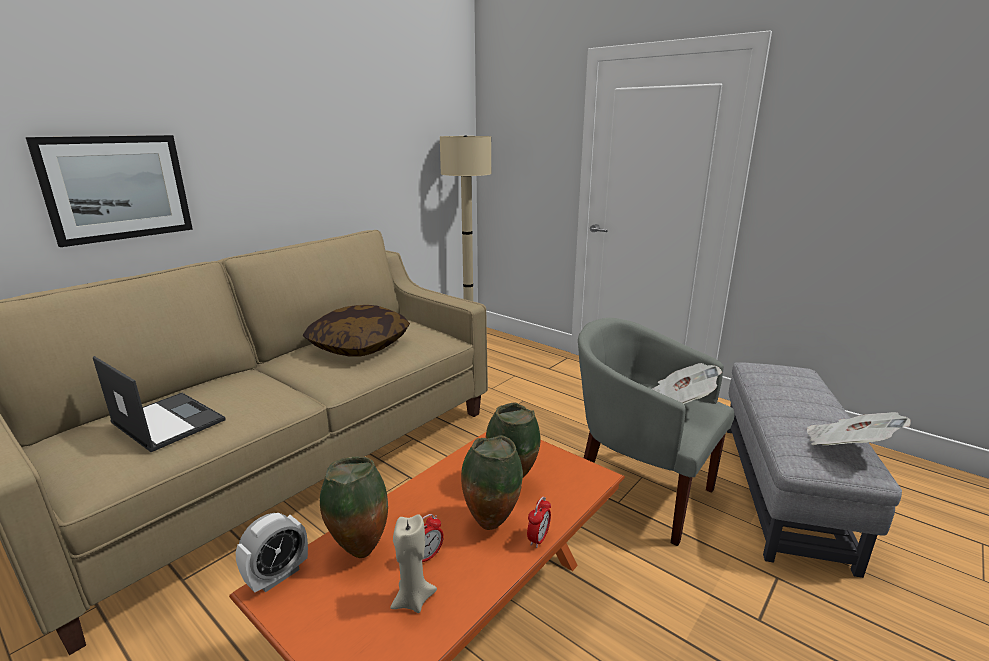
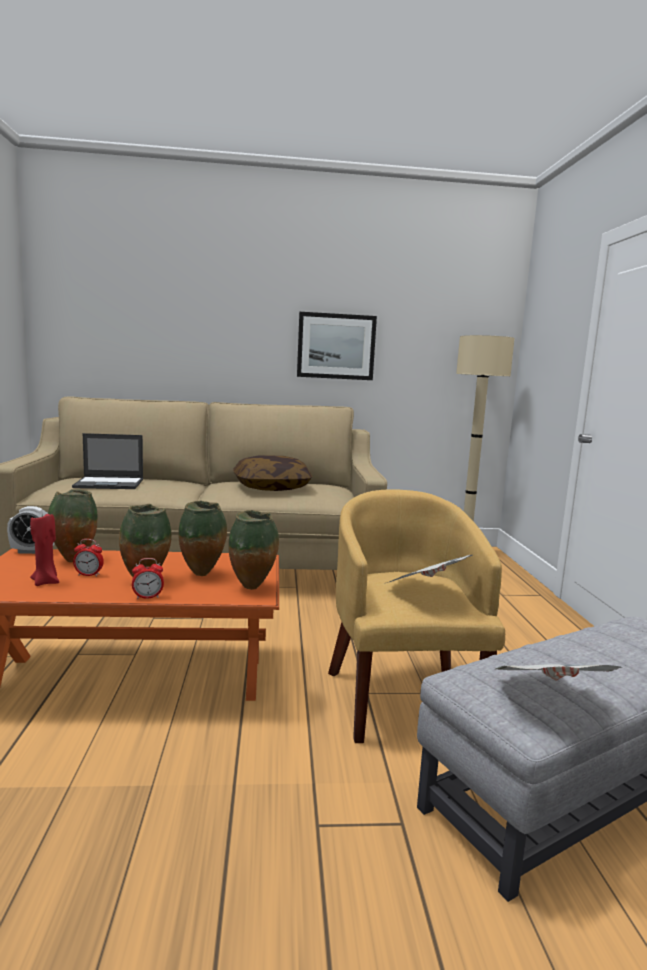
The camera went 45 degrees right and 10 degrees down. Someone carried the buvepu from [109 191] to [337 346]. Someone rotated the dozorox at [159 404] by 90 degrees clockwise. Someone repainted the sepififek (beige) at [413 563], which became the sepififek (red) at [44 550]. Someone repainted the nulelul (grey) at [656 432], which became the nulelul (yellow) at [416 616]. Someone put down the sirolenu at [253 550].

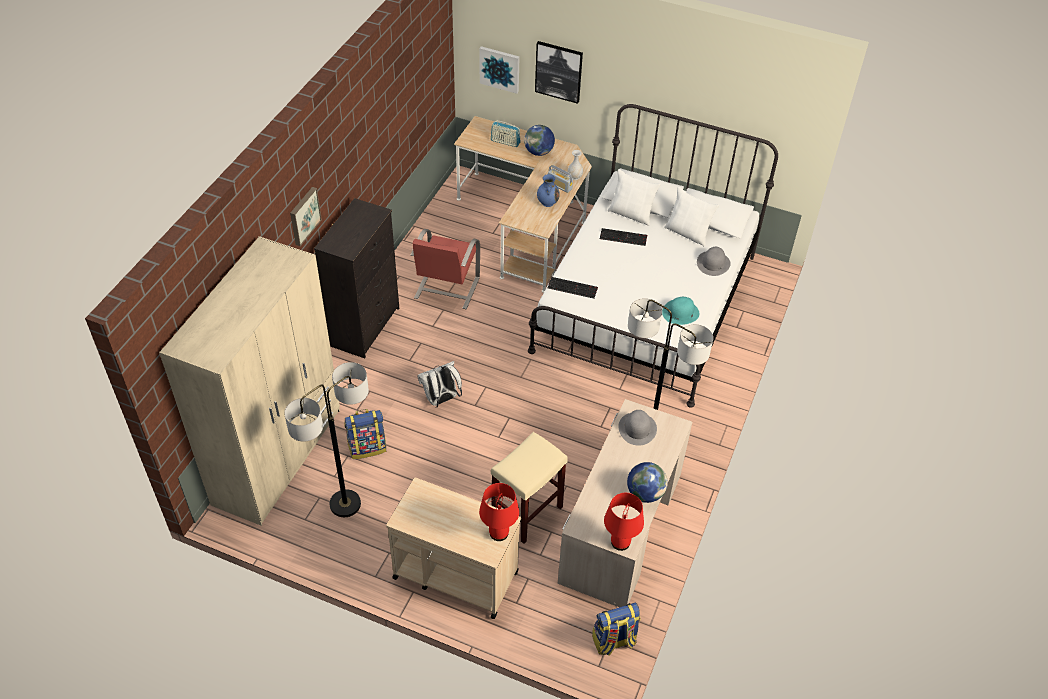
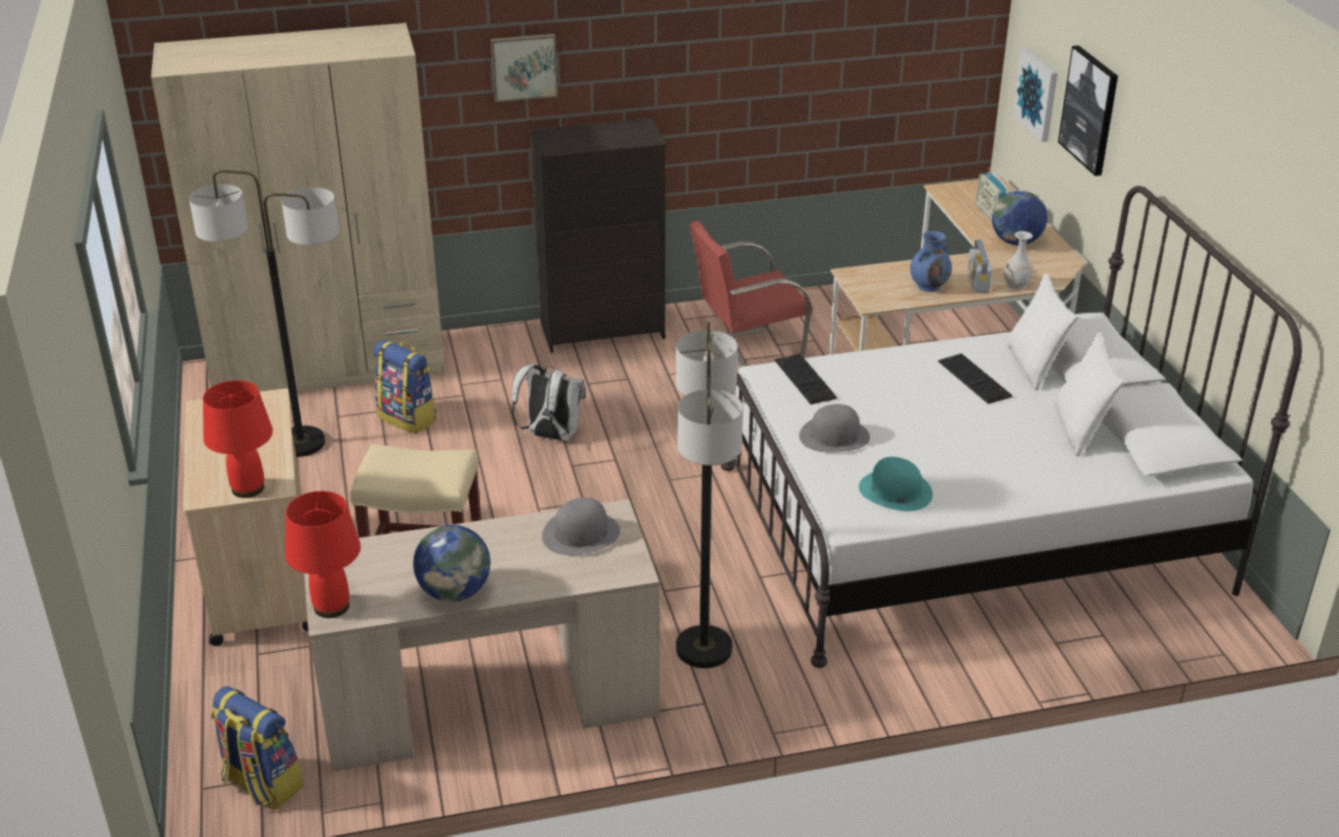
The camera went 55 degrees right and 15 degrees down. Someone carried the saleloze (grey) from [714 261] to [834 428].

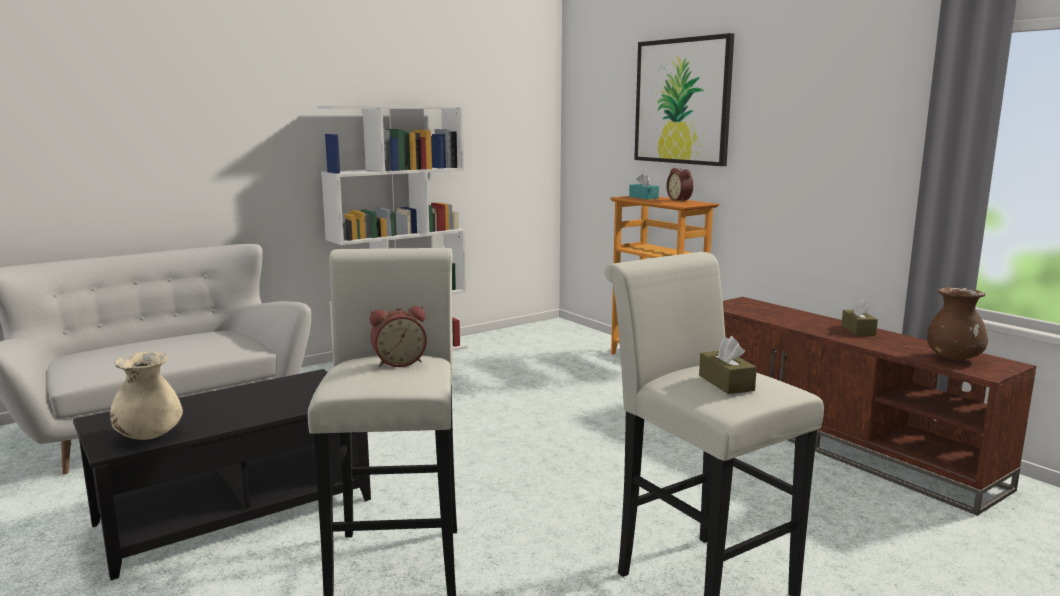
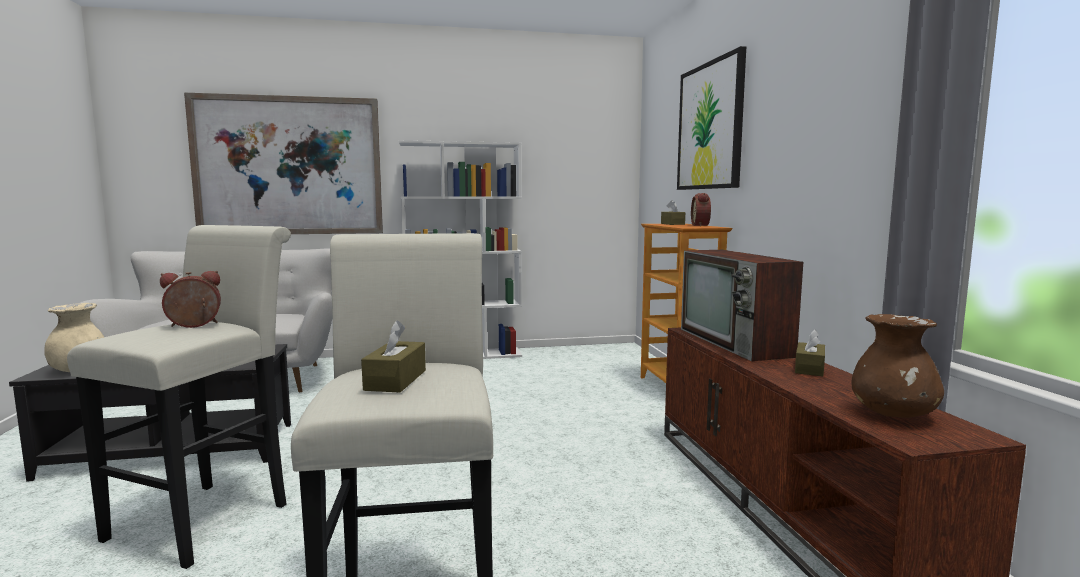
The camera went 25 degrees right and 5 degrees down. Someone rotated the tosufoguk at [398 336] by 150 degrees clockwise. Someone repainted the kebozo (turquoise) at [644 186], which became the kebozo (brown) at [673 212]. Someone put up the buvepu at [283 163]. Someone put down the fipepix at [742 305].

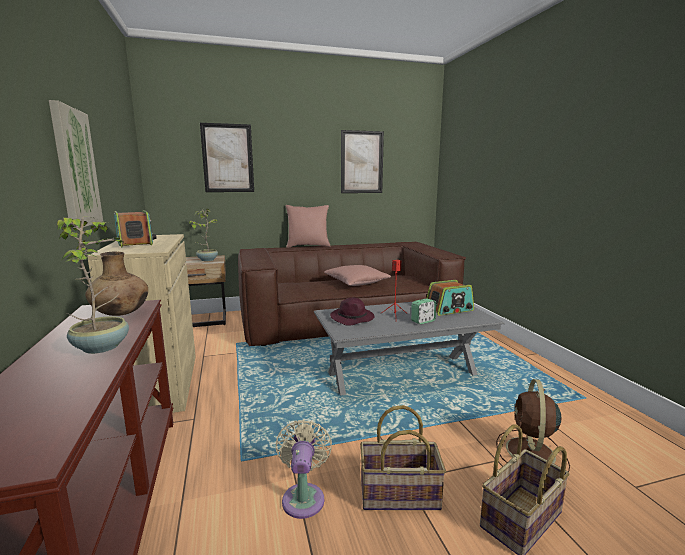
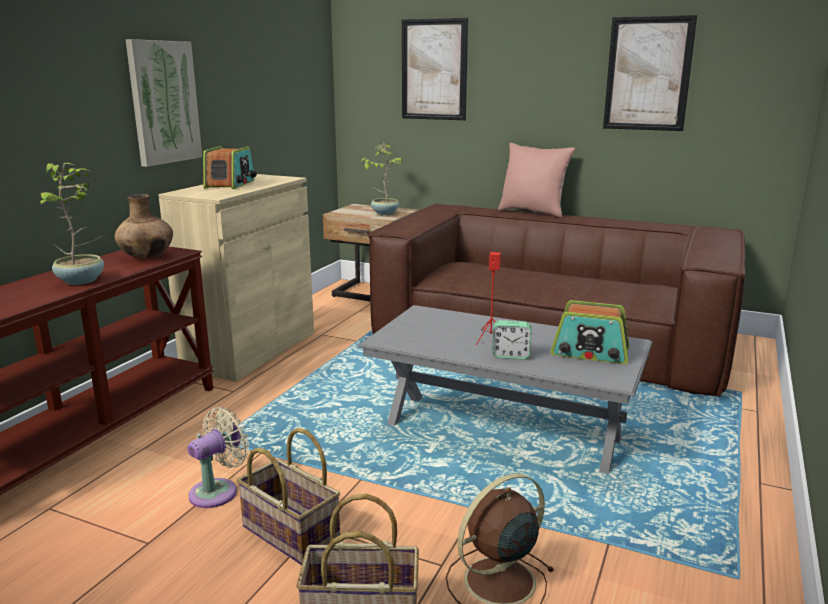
The camera went 40 degrees right and 5 degrees up. Someone took away the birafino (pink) at [357 275]. Someone took away the saleloze (purple) at [352 312].

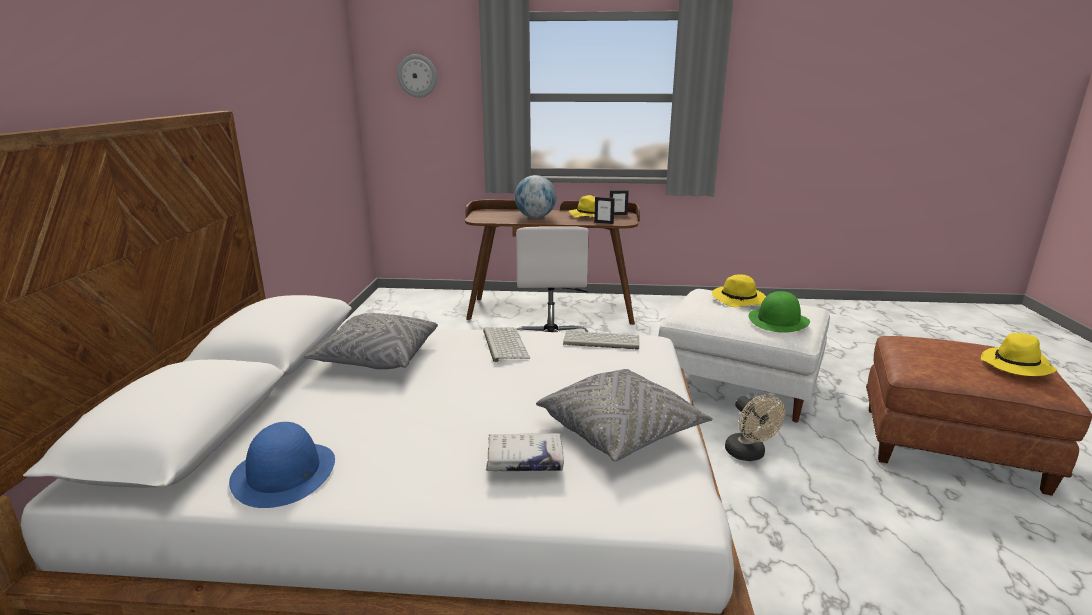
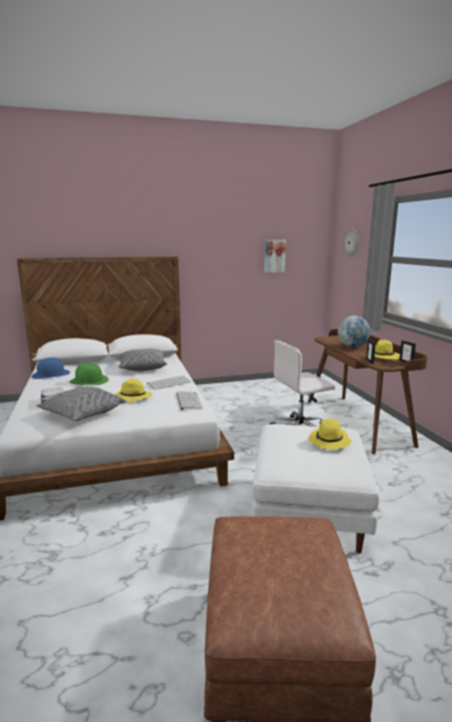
The camera went 70 degrees right and 5 degrees down. Someone took away the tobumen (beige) at [755 427]. Someone carried the saleloze (green) from [779 312] to [89 374]. Someone carried the saleloze (yellow) from [1019 354] to [133 391]. Someone put up the buvepu at [275 256].

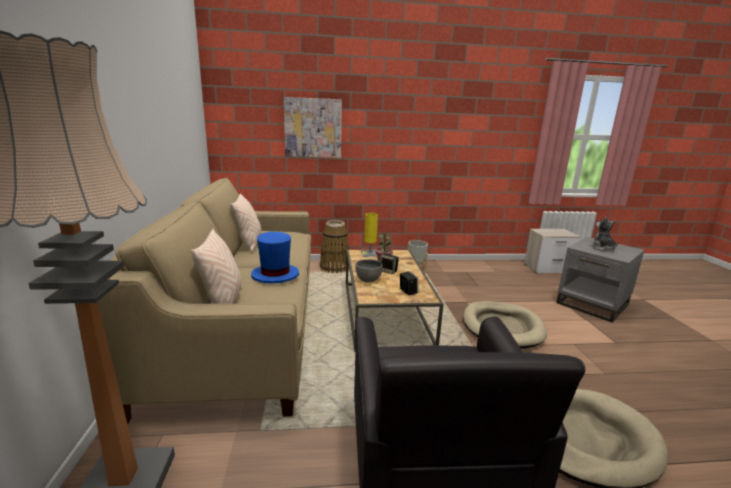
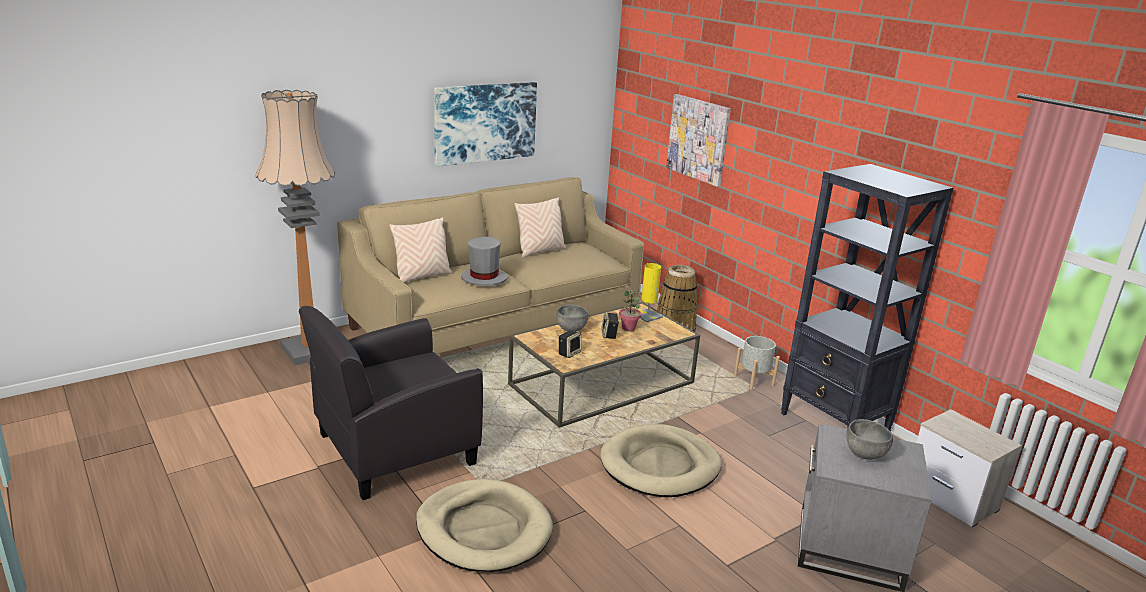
The camera went 60 degrees right and 5 degrees up. Someone repainted the saleloze (blue) at [275 258], which became the saleloze (grey) at [484 261]. Someone swapped the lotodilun at [603 234] for the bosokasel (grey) at [869 439]. Someone put up the buvepu at [485 124]. Someone put down the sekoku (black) at [867 297].

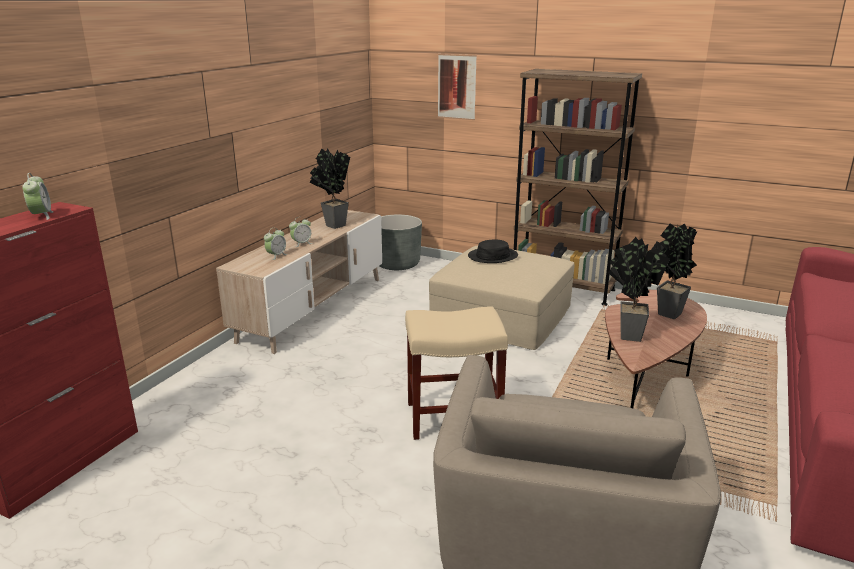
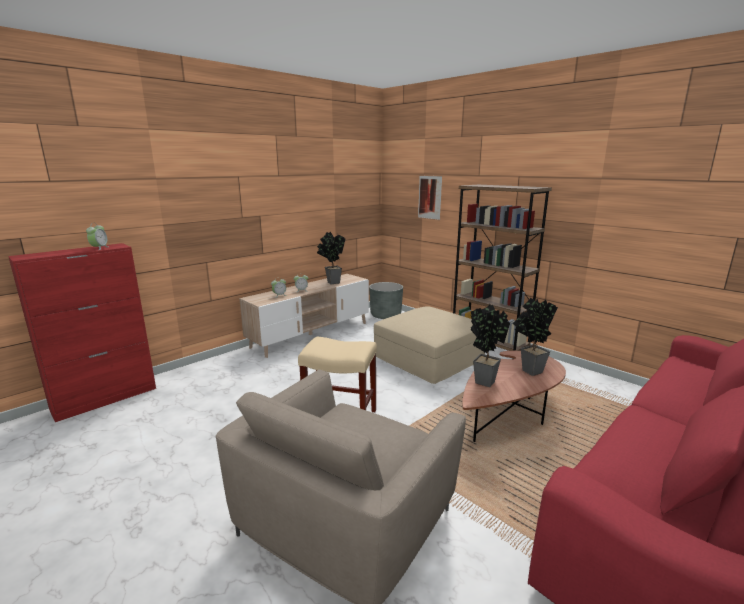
The camera went 20 degrees right and 5 degrees down. Someone took away the saleloze (black) at [493 251].

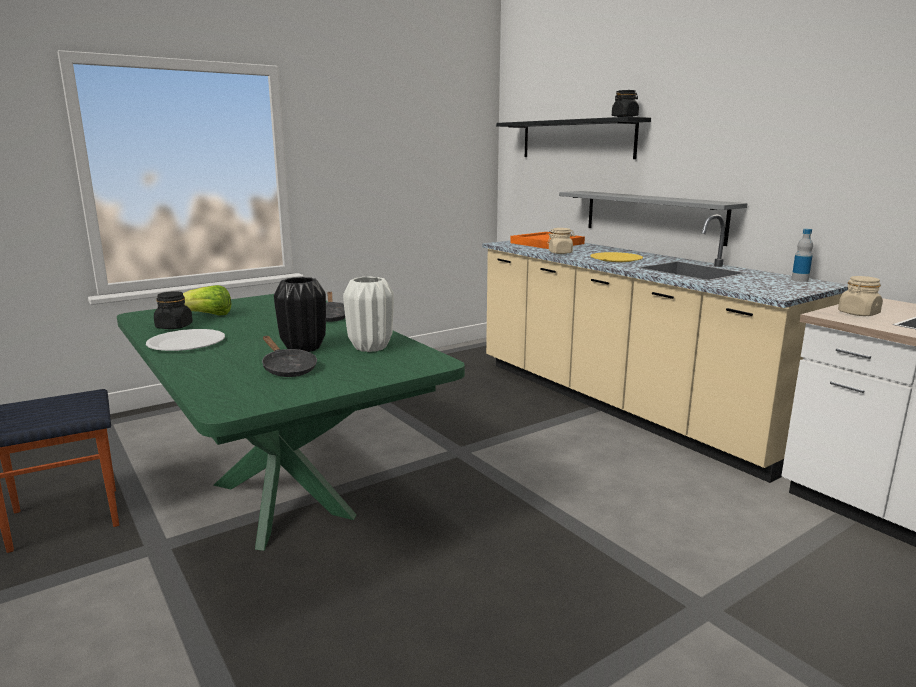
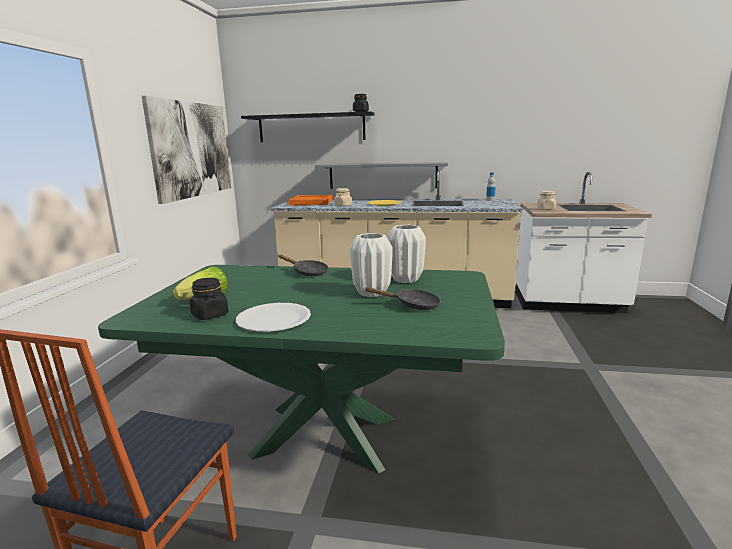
The camera went 45 degrees left and 0 degrees up. Someone repainted the sirolenu (black) at [300 314], which became the sirolenu (white) at [371 265]. Someone put up the buvepu at [186 150].

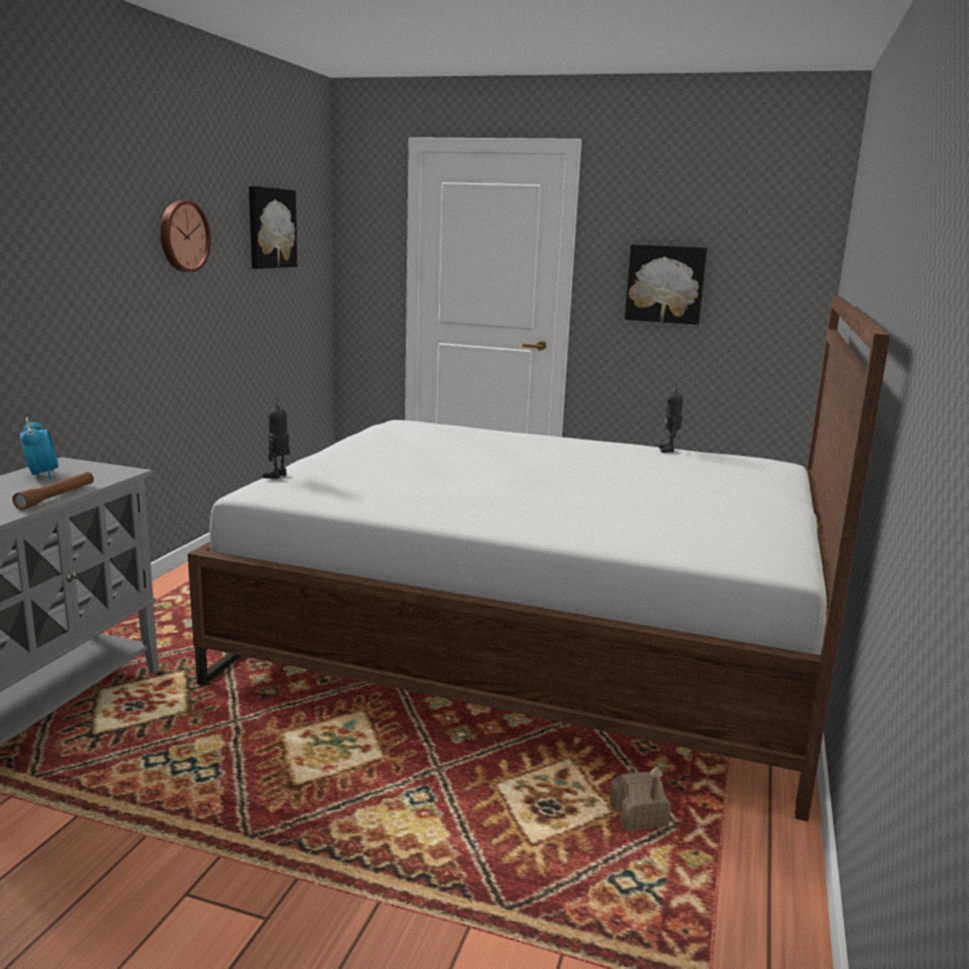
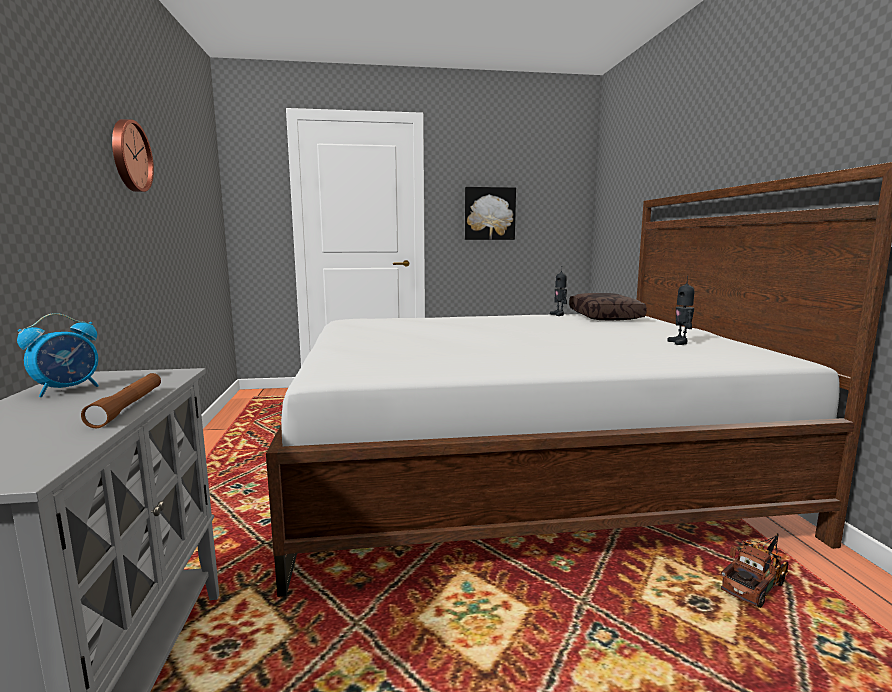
The camera went 25 degrees left and 5 degrees down. Someone rotated the tosufoguk at [39 448] by 90 degrees clockwise. Someone took away the buvepu at [273 227]. Someone carried the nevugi from [276 438] to [680 310]. Someone swapped the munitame at [640 798] for the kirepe at [754 570]. Someone put down the birafino (brown) at [608 307].

